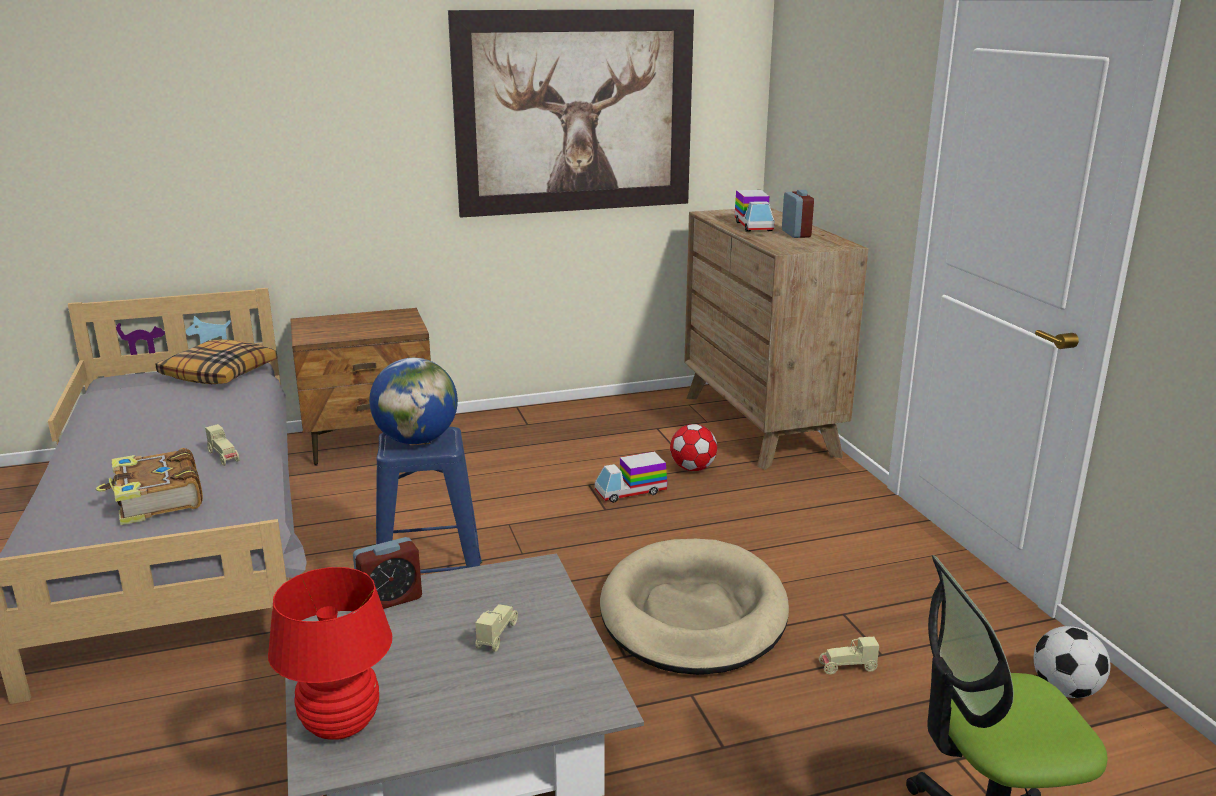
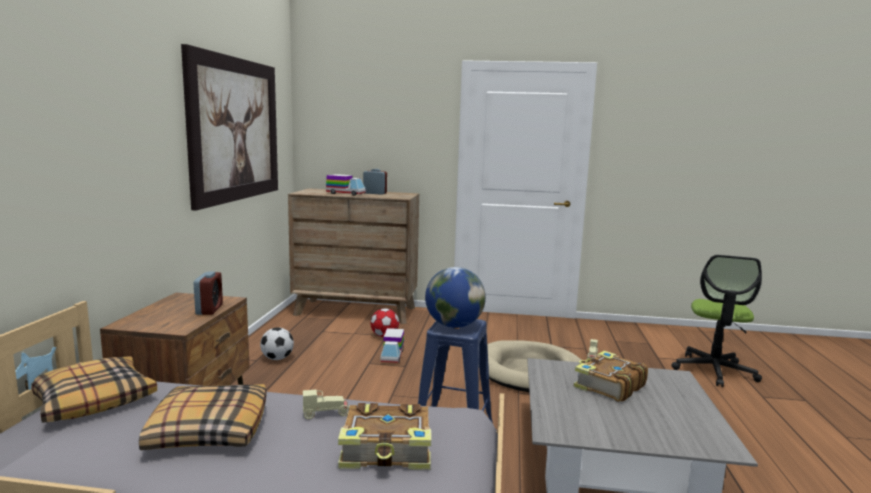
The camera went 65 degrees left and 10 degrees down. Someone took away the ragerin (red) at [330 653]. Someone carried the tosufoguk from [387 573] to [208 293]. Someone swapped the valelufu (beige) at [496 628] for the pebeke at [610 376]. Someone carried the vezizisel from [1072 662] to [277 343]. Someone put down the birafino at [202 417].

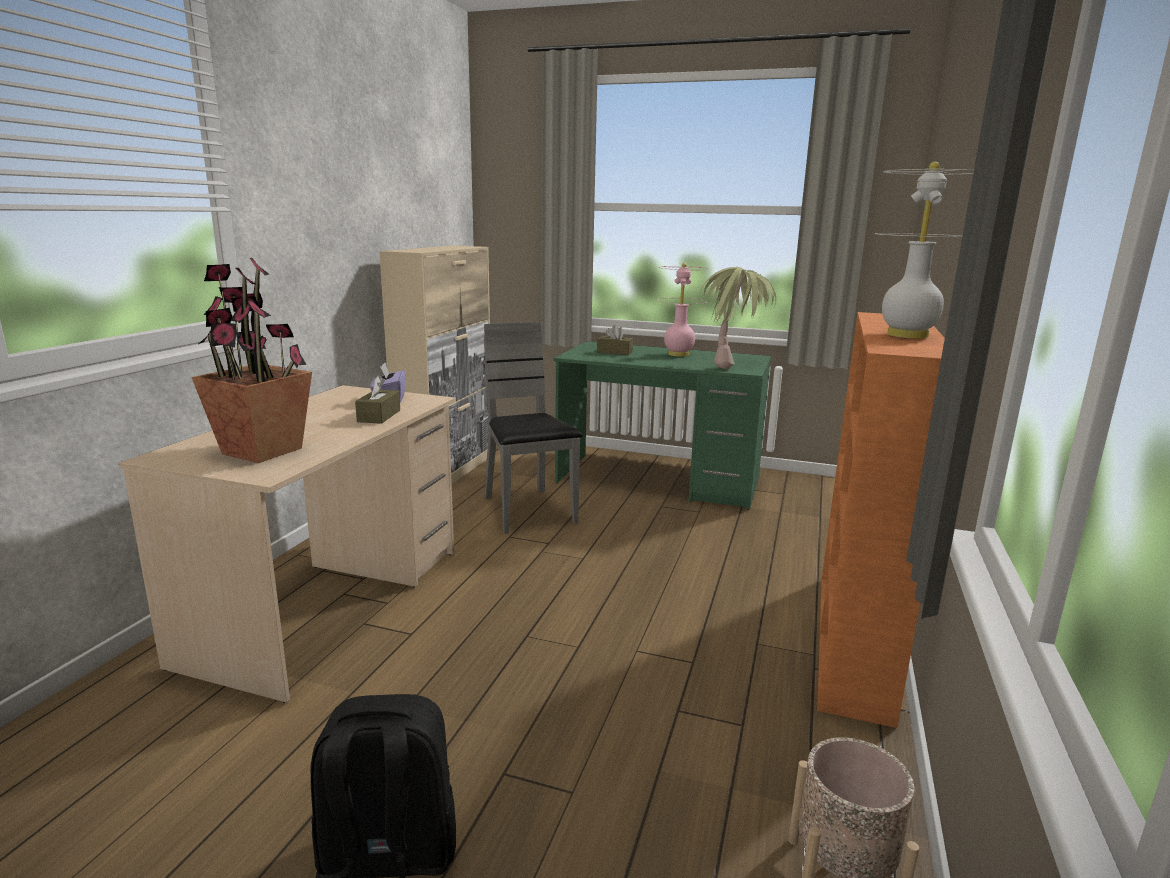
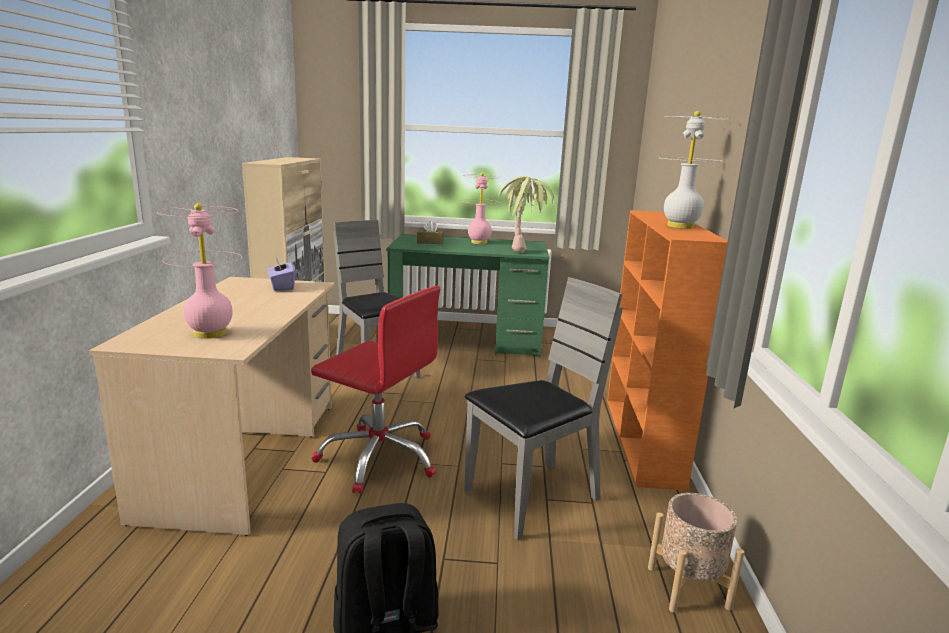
The camera went 15 degrees left and 0 degrees up. Someone swapped the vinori at [251 360] for the ragerin (pink) at [199 271]. Someone took away the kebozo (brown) at [377 399]. Someone put down the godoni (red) at [375 390]. Someone put down the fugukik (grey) at [543 408].

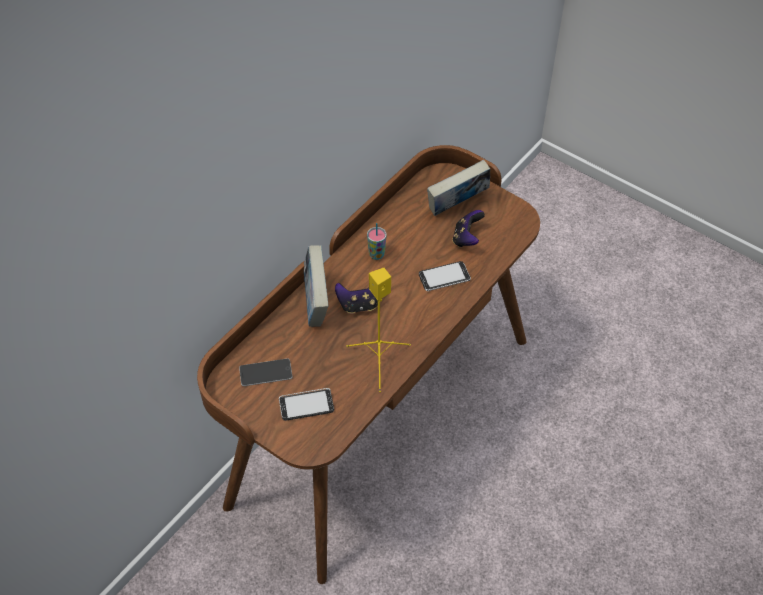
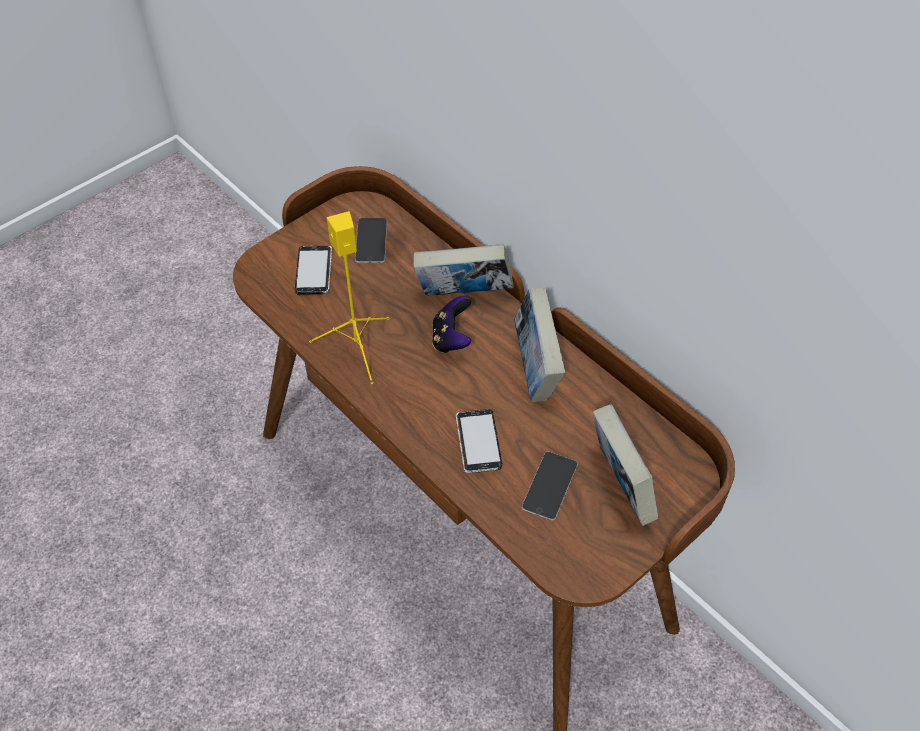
The camera went 100 degrees right and 0 degrees up. Someone swapped the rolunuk at [377 241] for the pebeke at [539 345]. Someone swapped the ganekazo at [468 228] for the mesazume at [550 486].

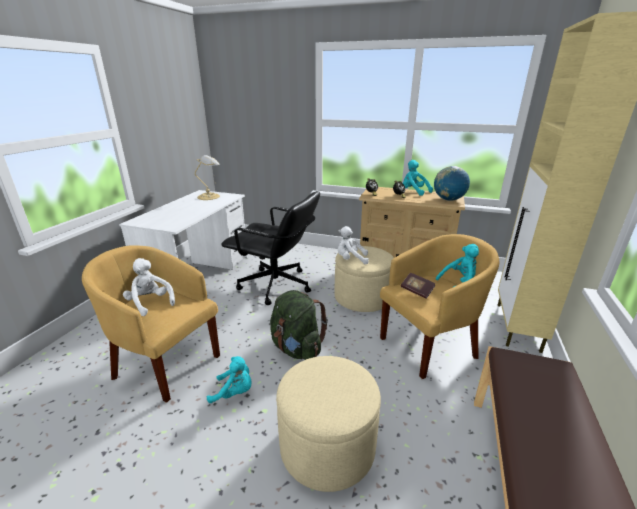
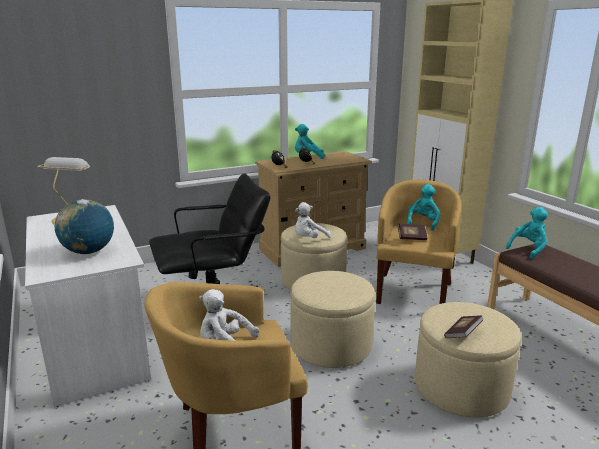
The camera went 45 degrees left and 5 degrees down. Someone carried the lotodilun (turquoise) from [229 379] to [527 233]. Someone swapped the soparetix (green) at [299 325] for the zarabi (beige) at [332 319]. Someone carried the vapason from [452 183] to [84 226]. Someone put down the pebeke at [464 326].

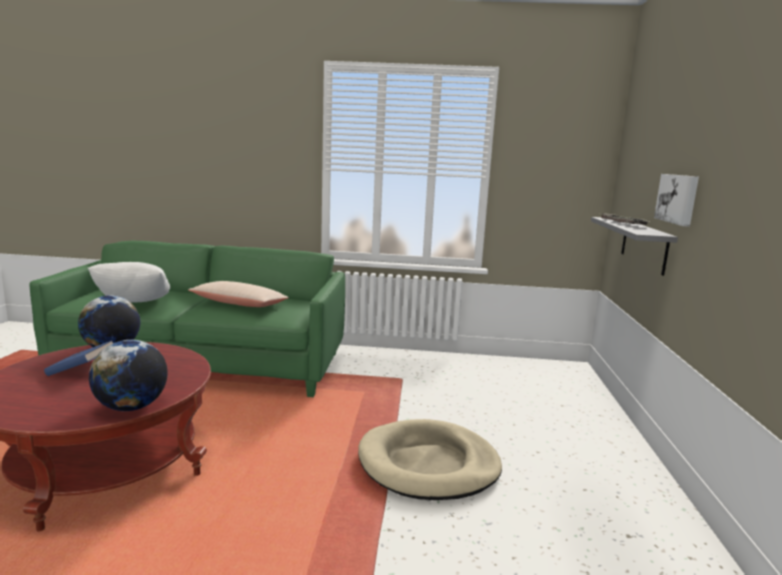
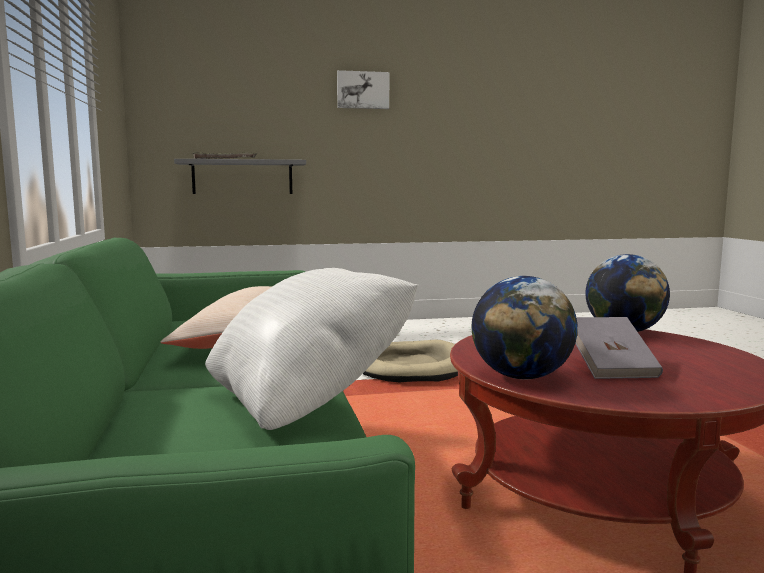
The camera went 105 degrees left and 5 degrees down. Someone repainted the pebeke (blue) at [78 358], which became the pebeke (grey) at [619 348]. Someone carried the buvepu from [676 200] to [363 89].

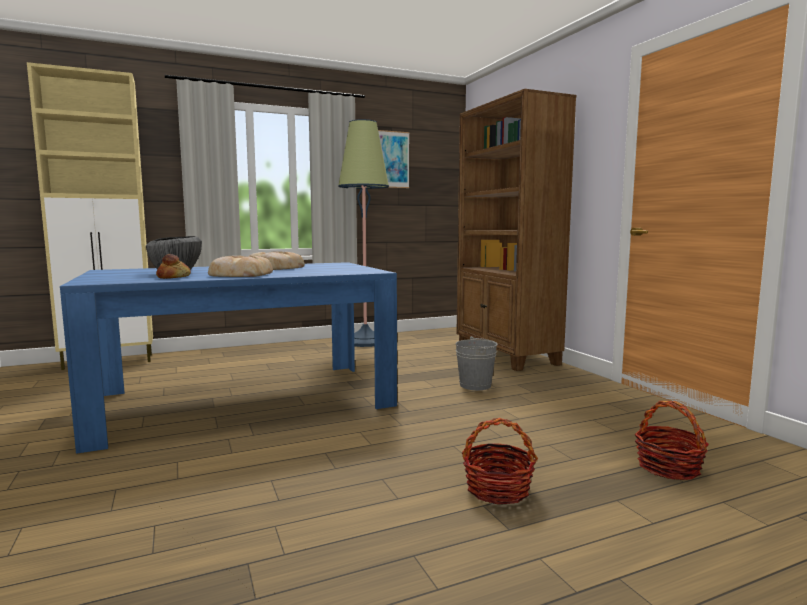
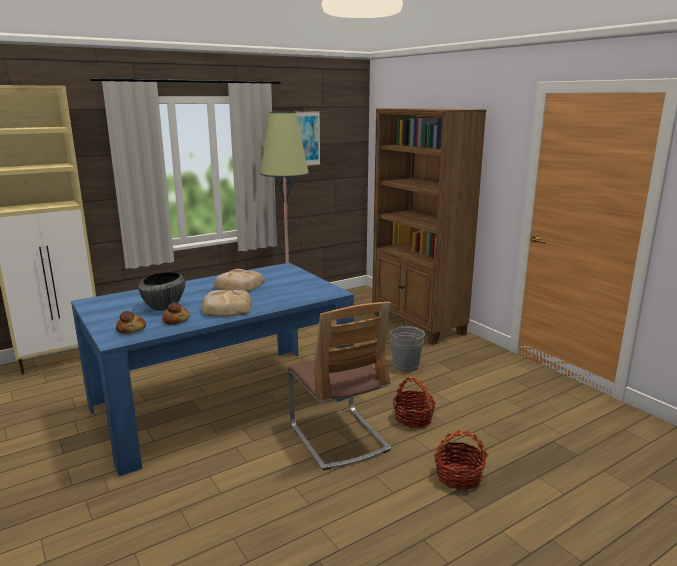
The camera went 10 degrees left and 10 degrees up. Someone carried the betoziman from [672 440] to [414 402]. Someone put down the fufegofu at [131 322]. Someone put down the fugukik at [339 386].

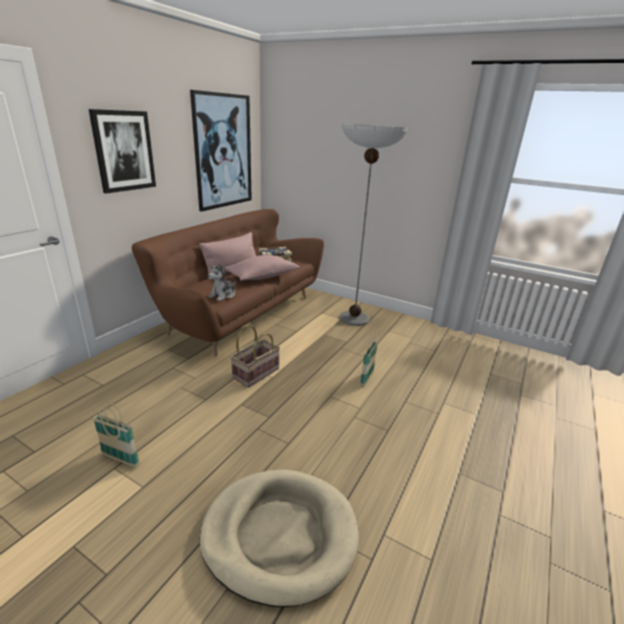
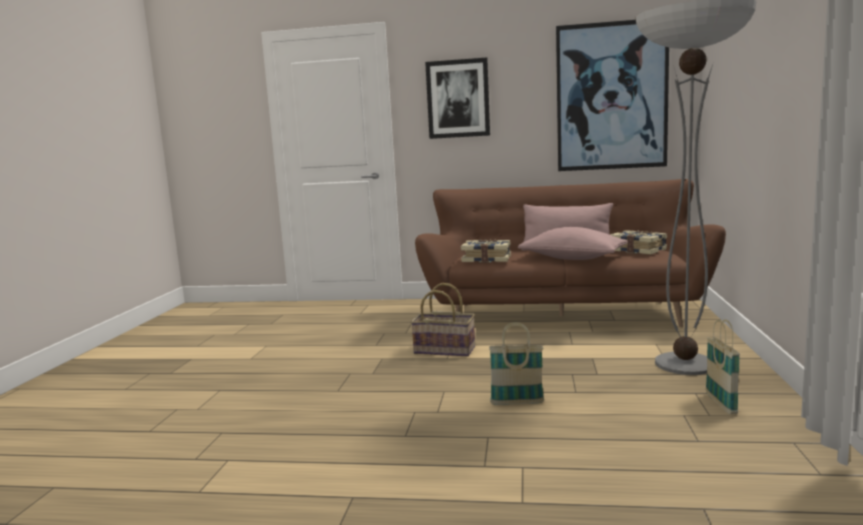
The camera went 70 degrees right and 15 degrees down. Someone carried the betoziman from [116 435] to [723 366]. Someone took away the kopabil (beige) at [279 538]. Someone swapped the lotodilun at [222 282] for the pebeke at [486 251].

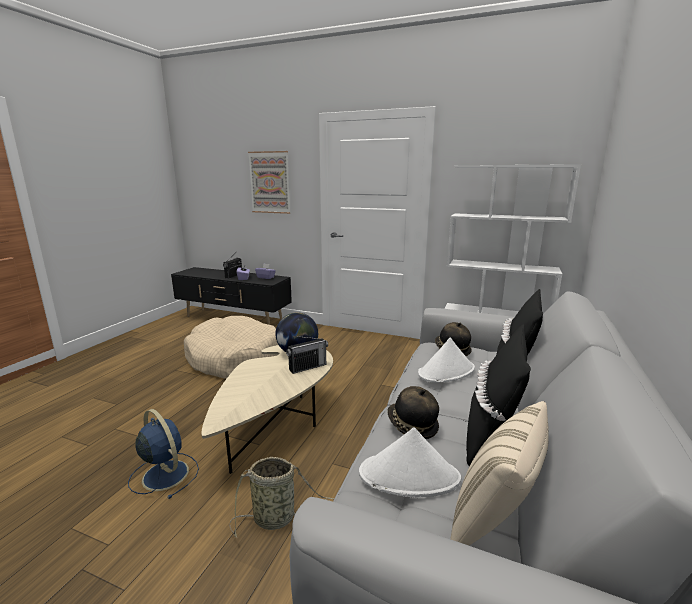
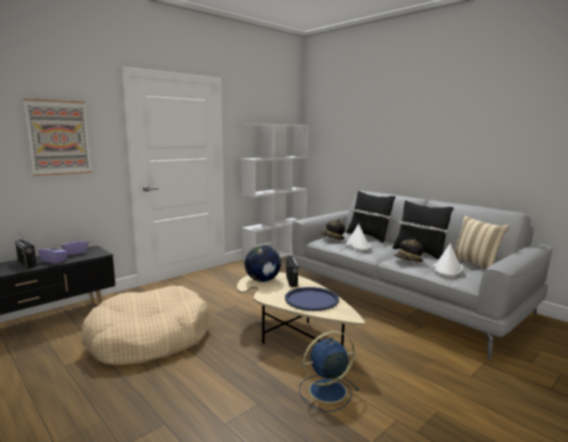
The camera went 65 degrees left and 5 degrees down. Someone took away the betoziman at [282 497]. Someone put down the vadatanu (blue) at [312 299].

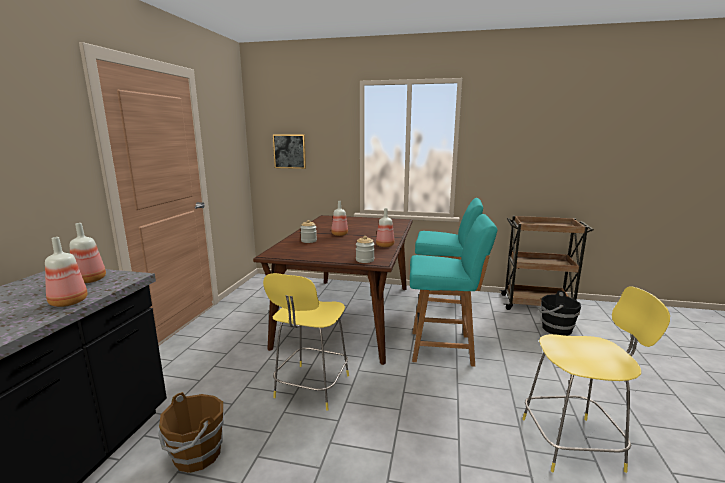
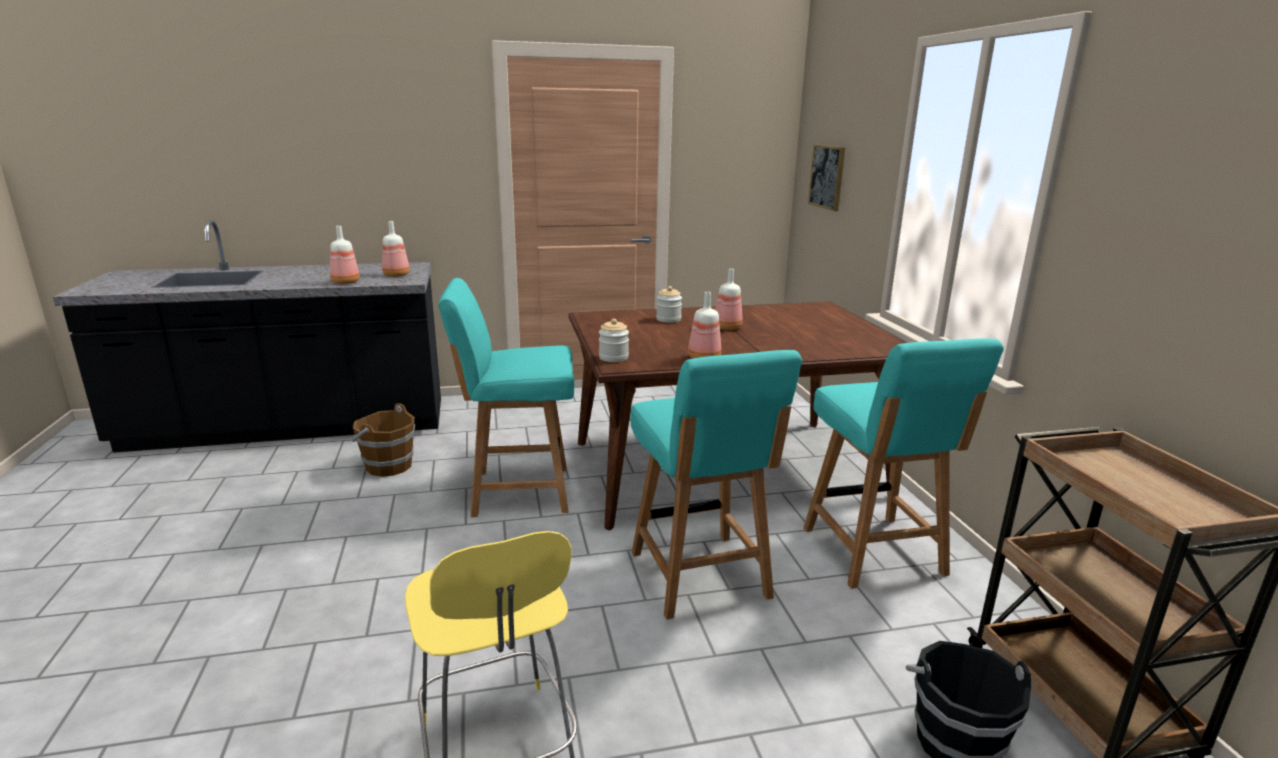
The camera went 65 degrees right and 5 degrees up. Someone swapped the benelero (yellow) at [306 342] for the fugukik (turquoise) at [506 397].

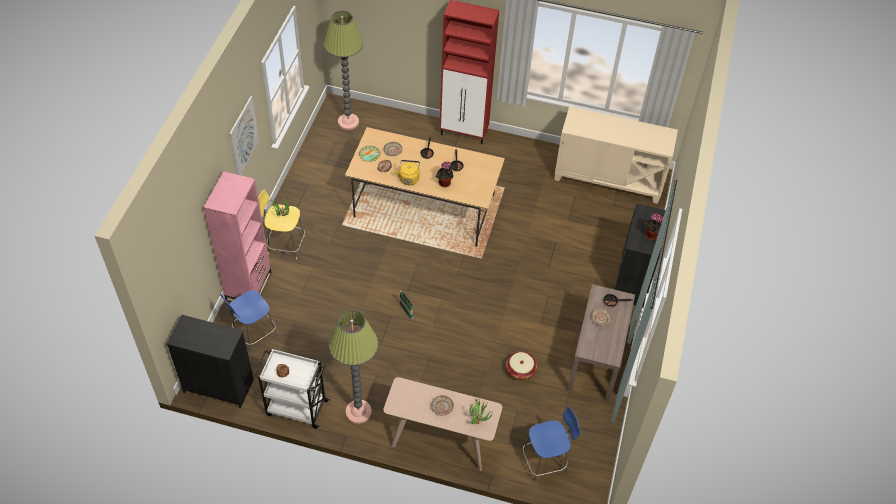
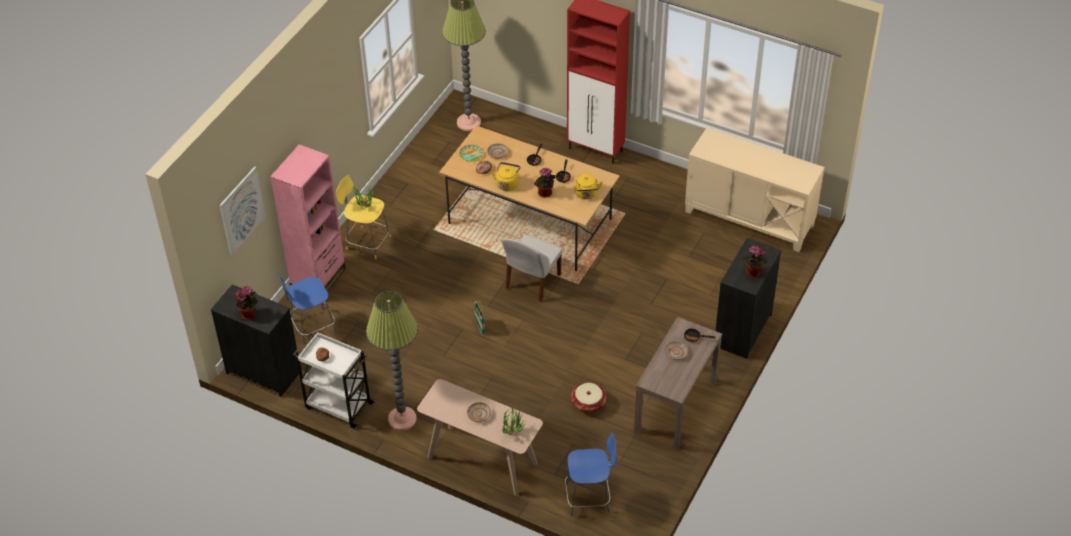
The camera went 15 degrees right and 5 degrees down. Someone carried the buvepu from [244 135] to [243 210]. Someone put down the vinori at [246 303]. Someone put down the fugukik (white) at [531 268]. Someone put down the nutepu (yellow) at [588 186].

